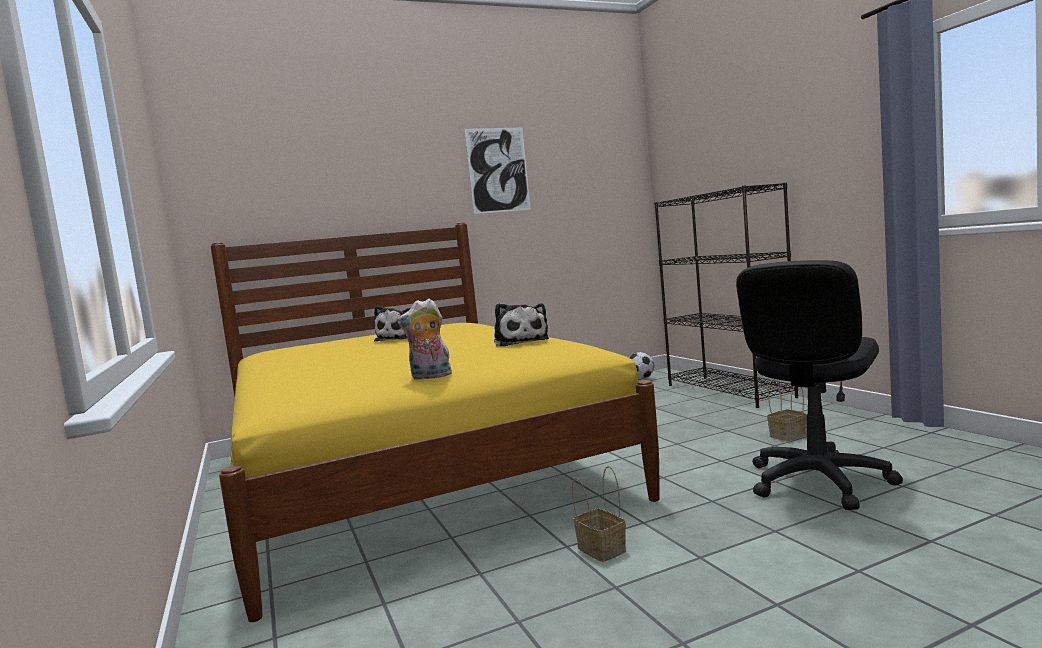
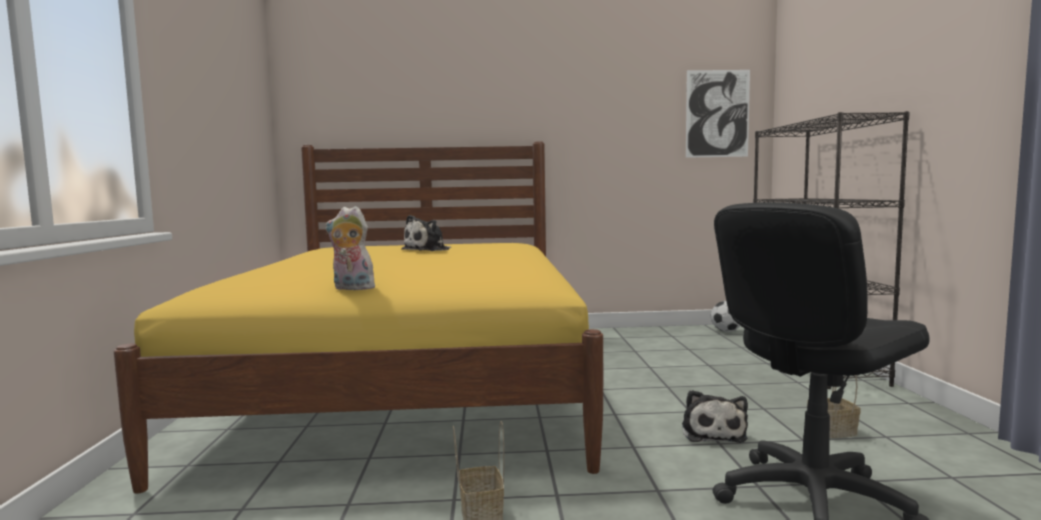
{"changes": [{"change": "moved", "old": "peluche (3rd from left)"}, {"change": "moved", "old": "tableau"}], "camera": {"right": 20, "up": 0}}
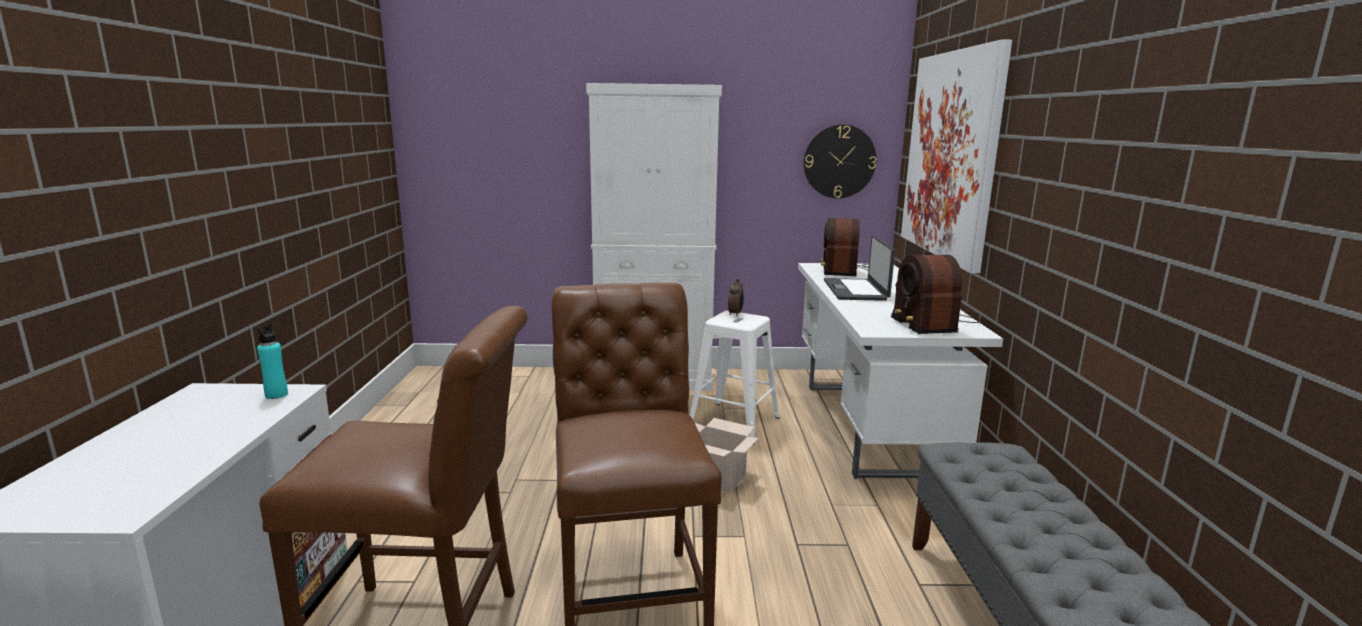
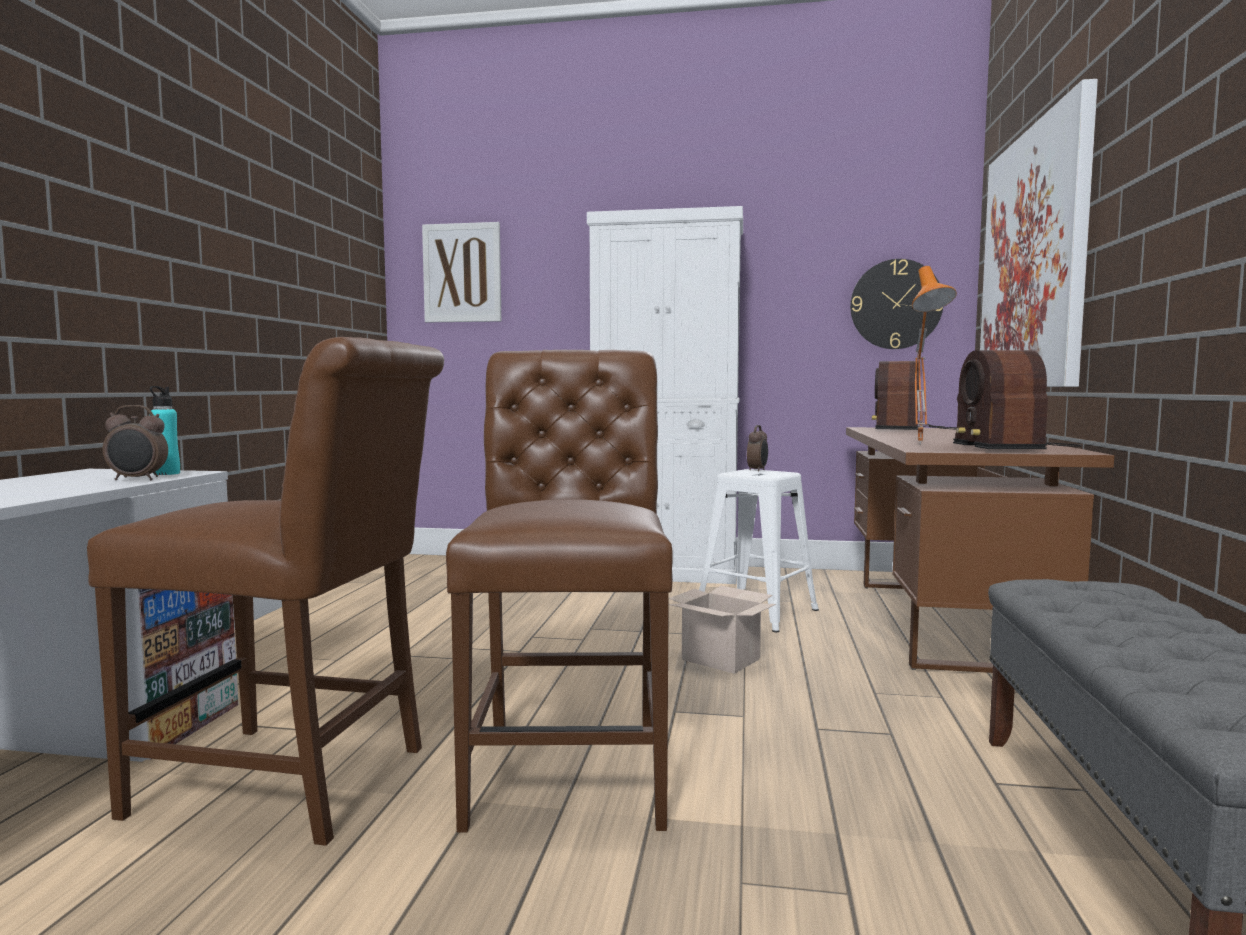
{"changes": [{"change": "added", "new": "réveil (1st from left)"}, {"change": "added", "new": "tableau (1st from left)"}, {"change": "recoloured", "old": "bureau (blanc) (2nd from left)", "new": "bureau (marron)"}, {"change": "added", "new": "lampe de table (orange)"}, {"change": "removed", "old": "ordinateur portable"}], "camera": {"right": 10, "up": -10}}
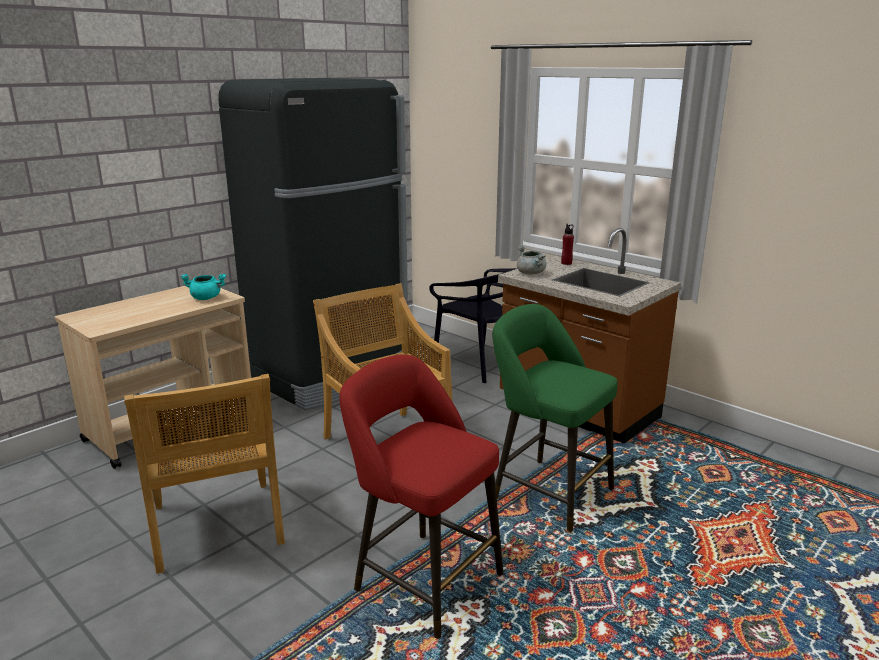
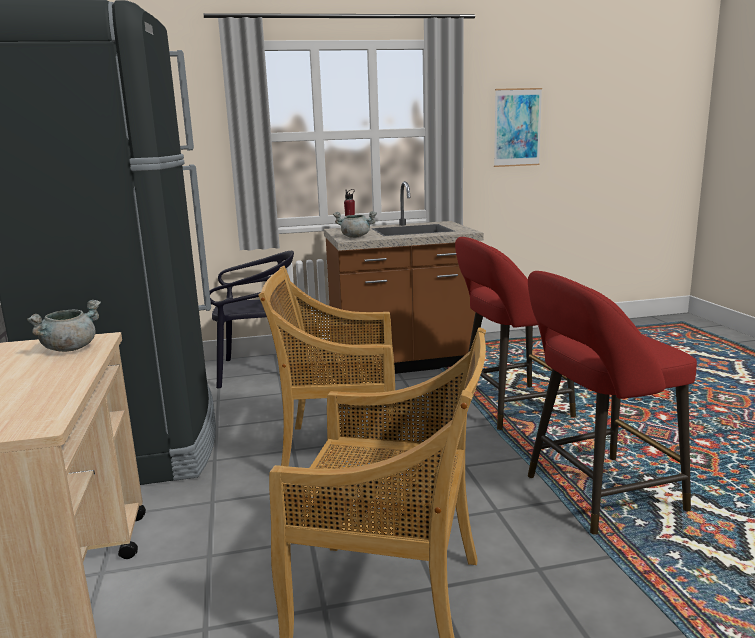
{"changes": [{"change": "recoloured", "old": "marmite (turquoise)", "new": "marmite (gris) (1st from left)"}, {"change": "recoloured", "old": "tabouret (vert)", "new": "tabouret (rouge) (1st from left)"}, {"change": "added", "new": "tableau"}], "camera": {"right": -55, "up": -5}}
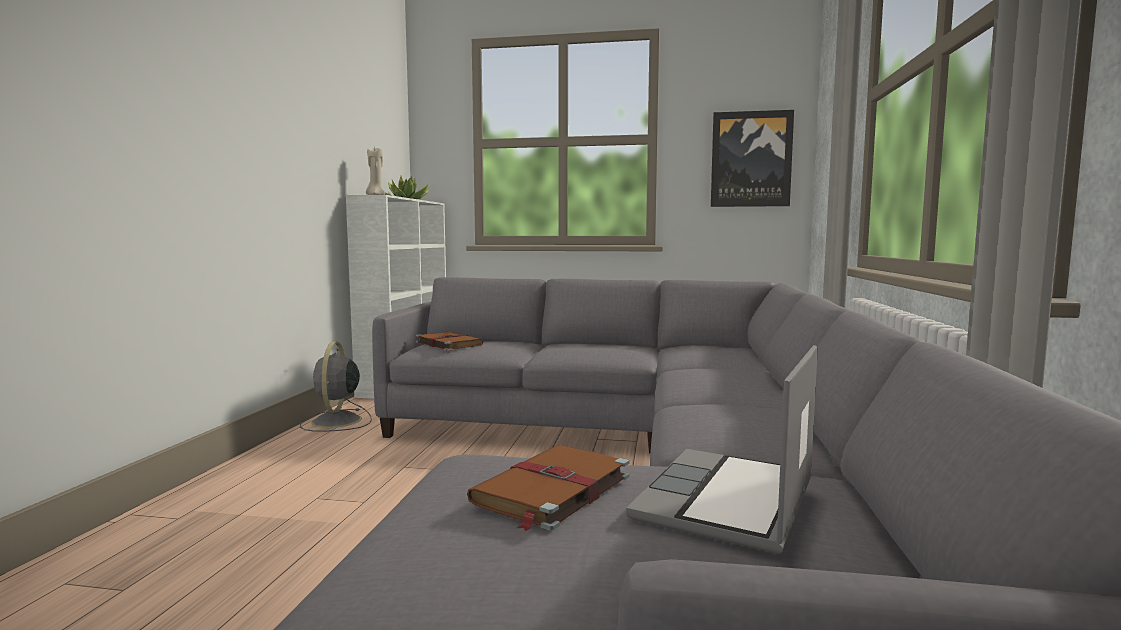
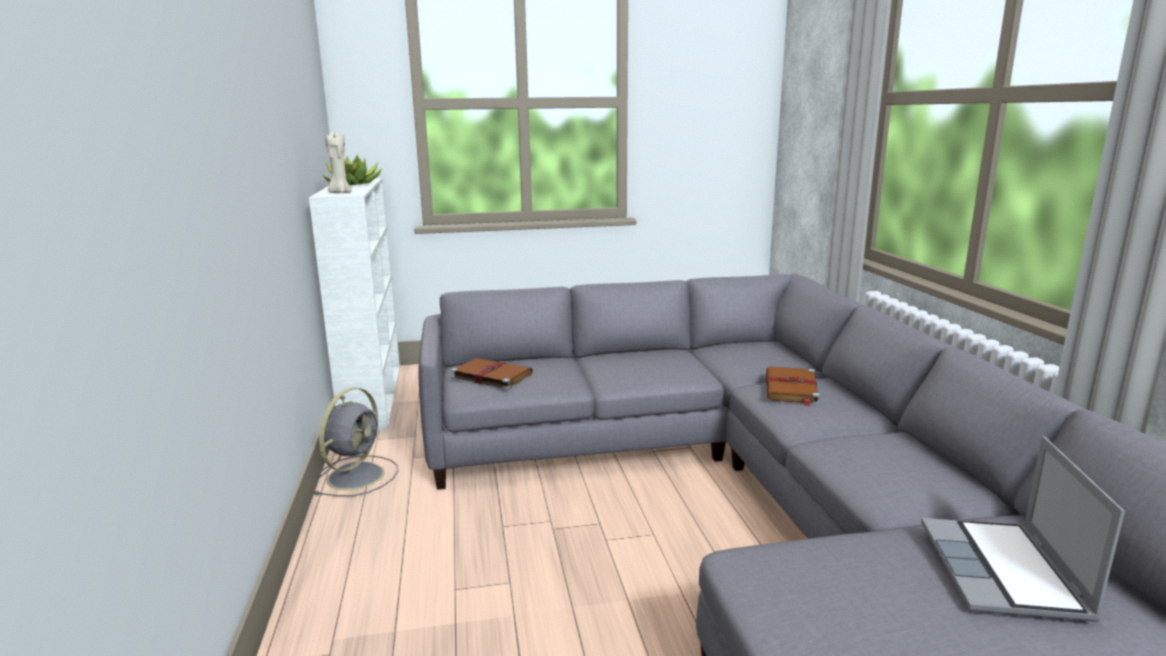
{"changes": [{"change": "turned", "old": "ventilateur (gris)", "degrees": -135}, {"change": "moved", "old": "livre (marron) (2nd from left)"}, {"change": "removed", "old": "tableau"}], "camera": {"right": -20, "up": 10}}
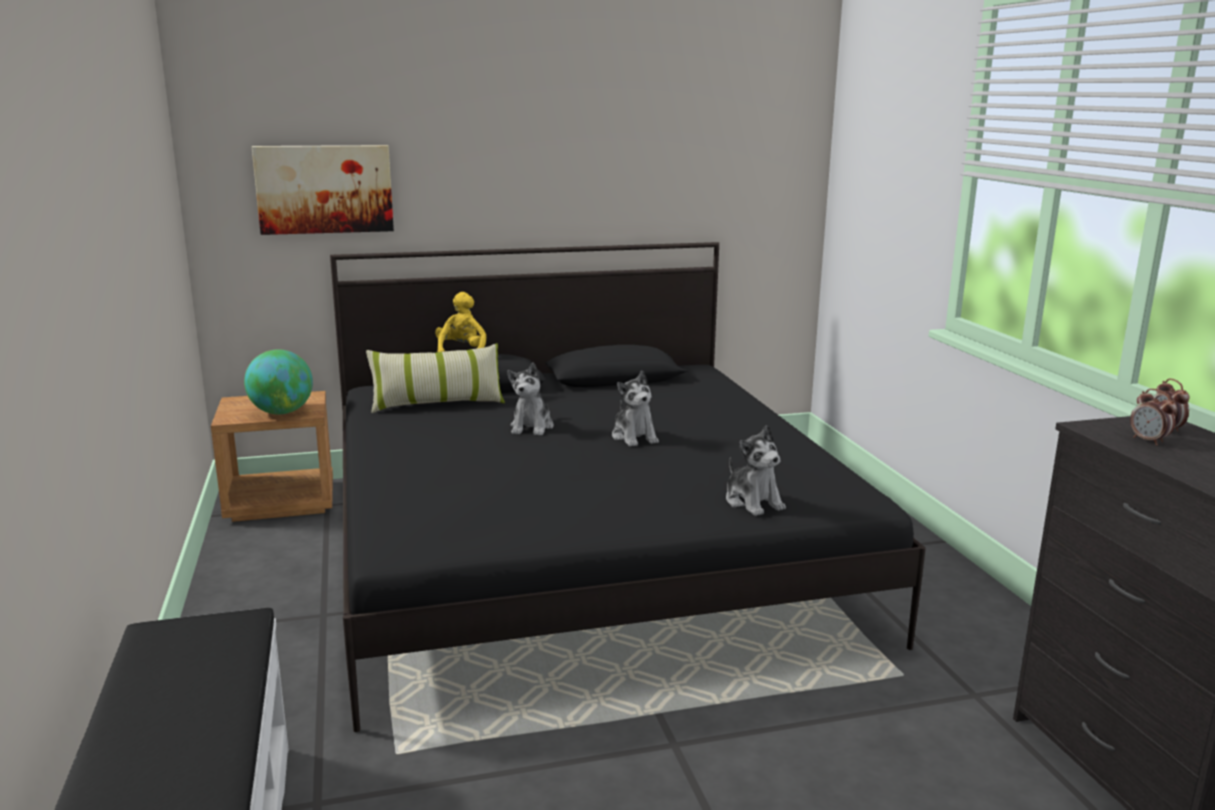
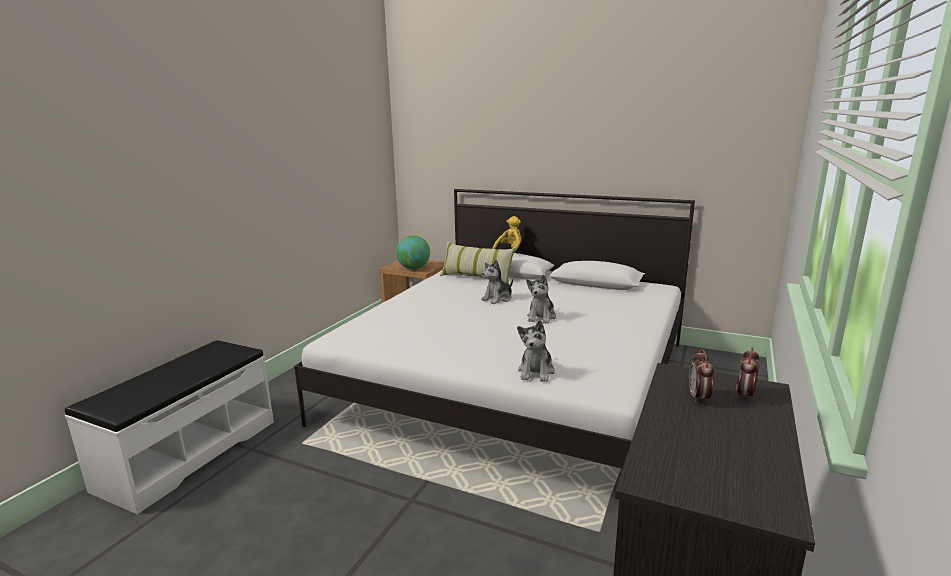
{"changes": [{"change": "recoloured", "old": "lit (noir)", "new": "lit (blanc)"}, {"change": "removed", "old": "tableau"}], "camera": {"right": 40, "up": 0}}
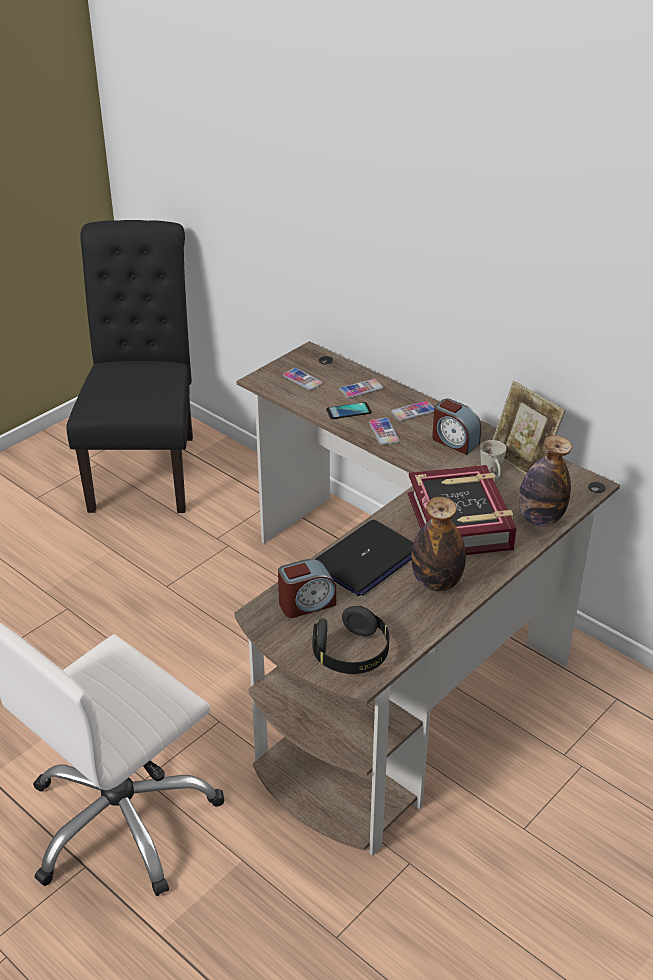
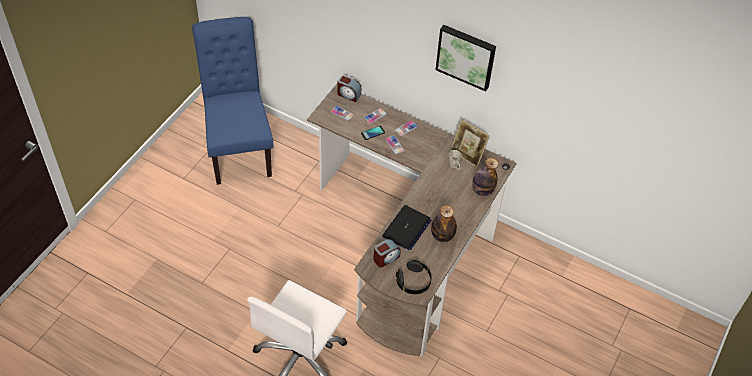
{"changes": [{"change": "recoloured", "old": "chaise (noir)", "new": "chaise (bleu)"}, {"change": "moved", "old": "réveil (2nd from left in the first image)", "new": "réveil (1st from left)"}, {"change": "added", "new": "tableau"}, {"change": "removed", "old": "livre"}], "camera": {"right": -15, "up": 15}}
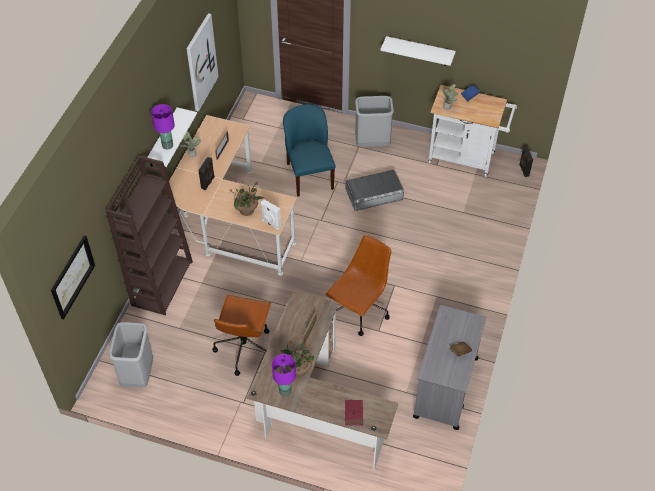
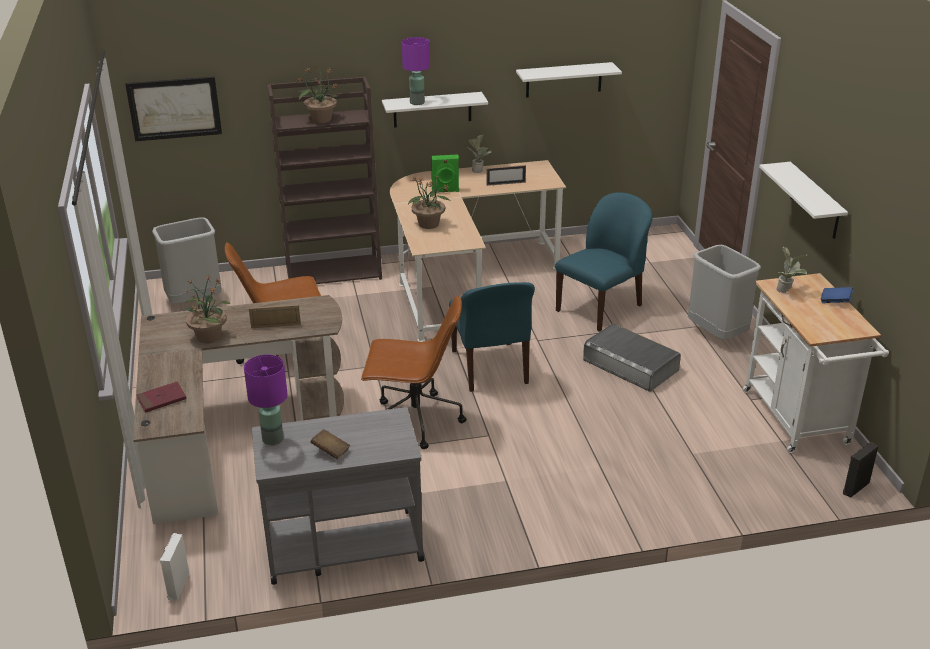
{"changes": [{"change": "moved", "old": "enceinte (blanc)"}, {"change": "moved", "old": "lampe de table (violet) (2nd from left in the first image)", "new": "lampe de table (violet) (1st from left)"}, {"change": "added", "new": "plante en pot (2nd from left)"}, {"change": "recoloured", "old": "enceinte (noir) (1st from left)", "new": "enceinte (vert)"}, {"change": "added", "new": "chaise (bleu) (1st from left)"}, {"change": "replaced", "old": "tableau (2nd from left)", "new": "étagère (blanc) (2nd from left)"}], "camera": {"right": 60, "up": -20}}
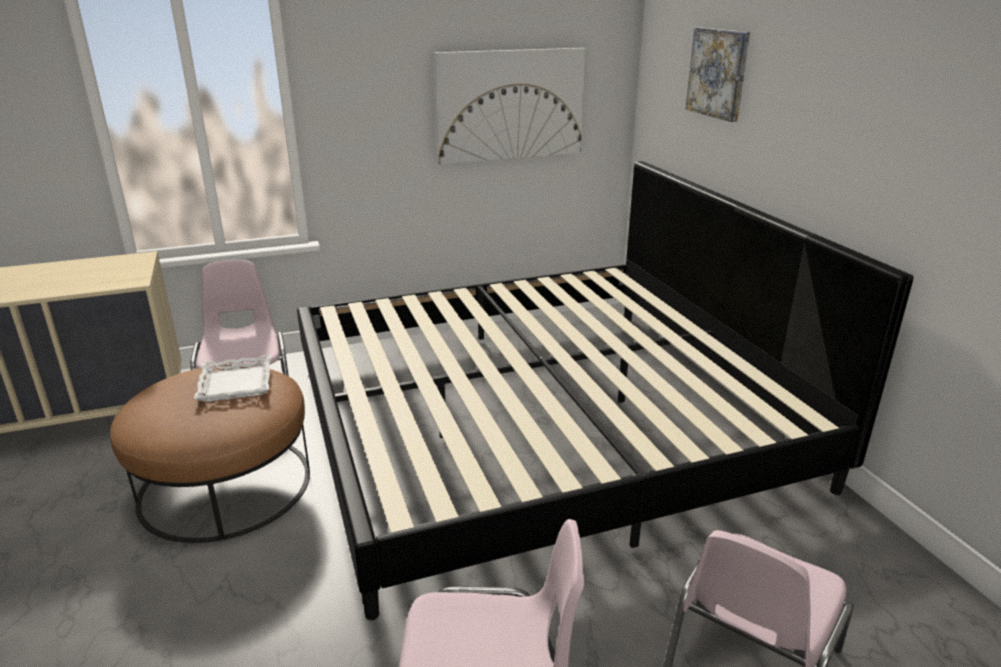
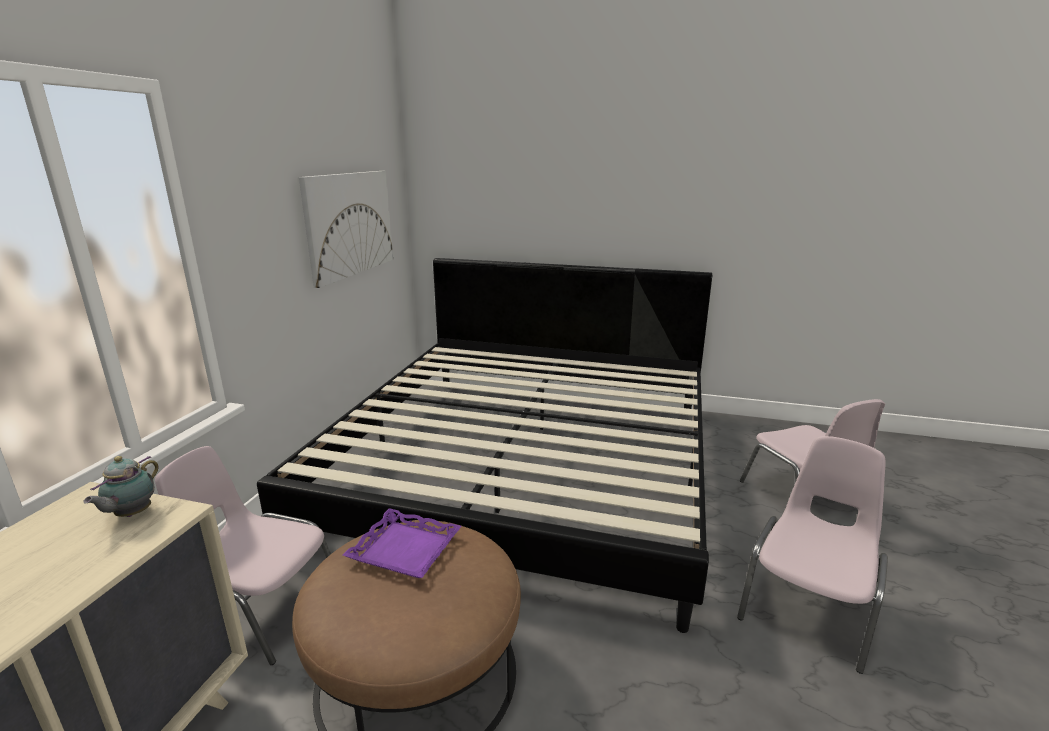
{"changes": [{"change": "added", "new": "théière"}, {"change": "recoloured", "old": "plateau (blanc)", "new": "plateau (violet)"}, {"change": "removed", "old": "tableau (2nd from left)"}], "camera": {"right": -55, "up": -5}}
